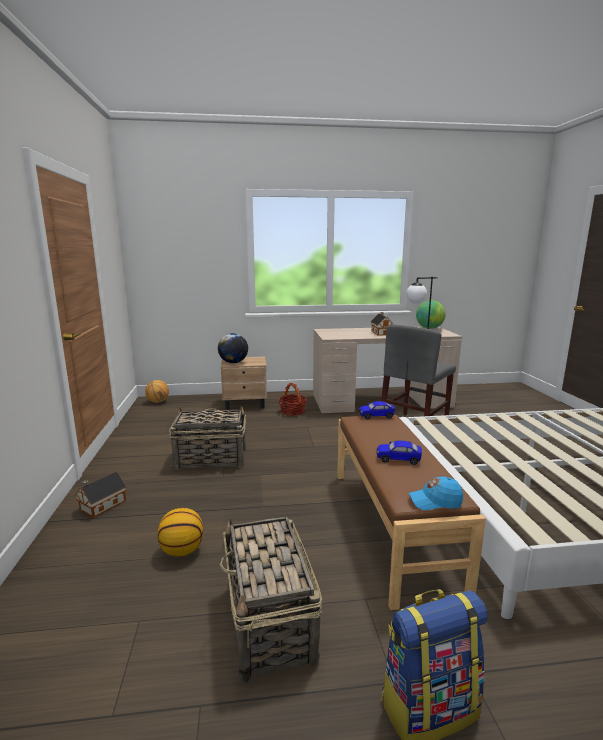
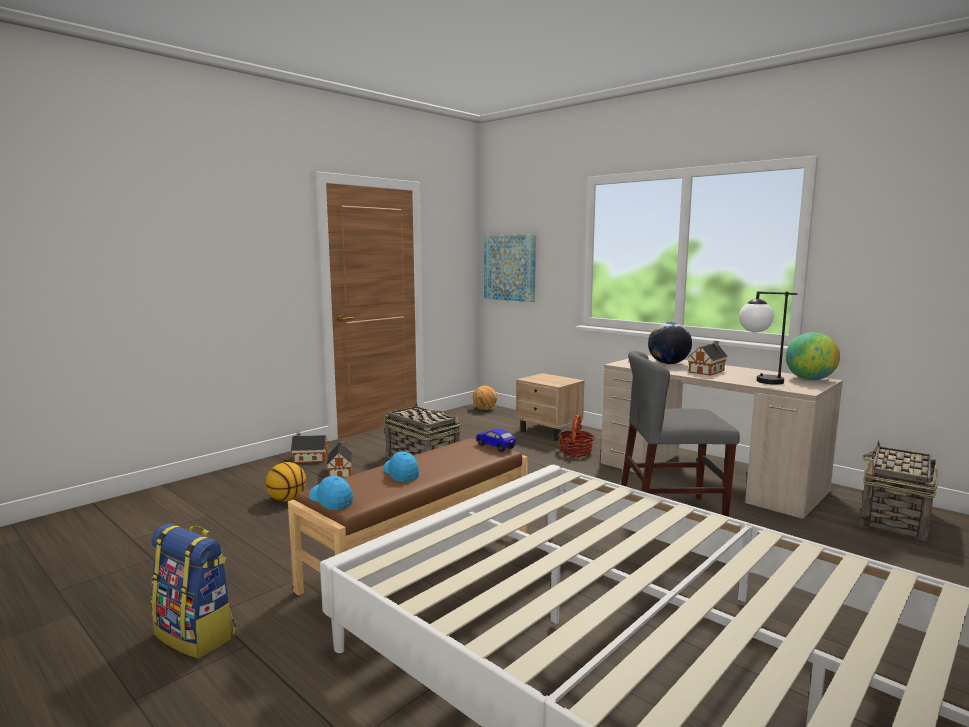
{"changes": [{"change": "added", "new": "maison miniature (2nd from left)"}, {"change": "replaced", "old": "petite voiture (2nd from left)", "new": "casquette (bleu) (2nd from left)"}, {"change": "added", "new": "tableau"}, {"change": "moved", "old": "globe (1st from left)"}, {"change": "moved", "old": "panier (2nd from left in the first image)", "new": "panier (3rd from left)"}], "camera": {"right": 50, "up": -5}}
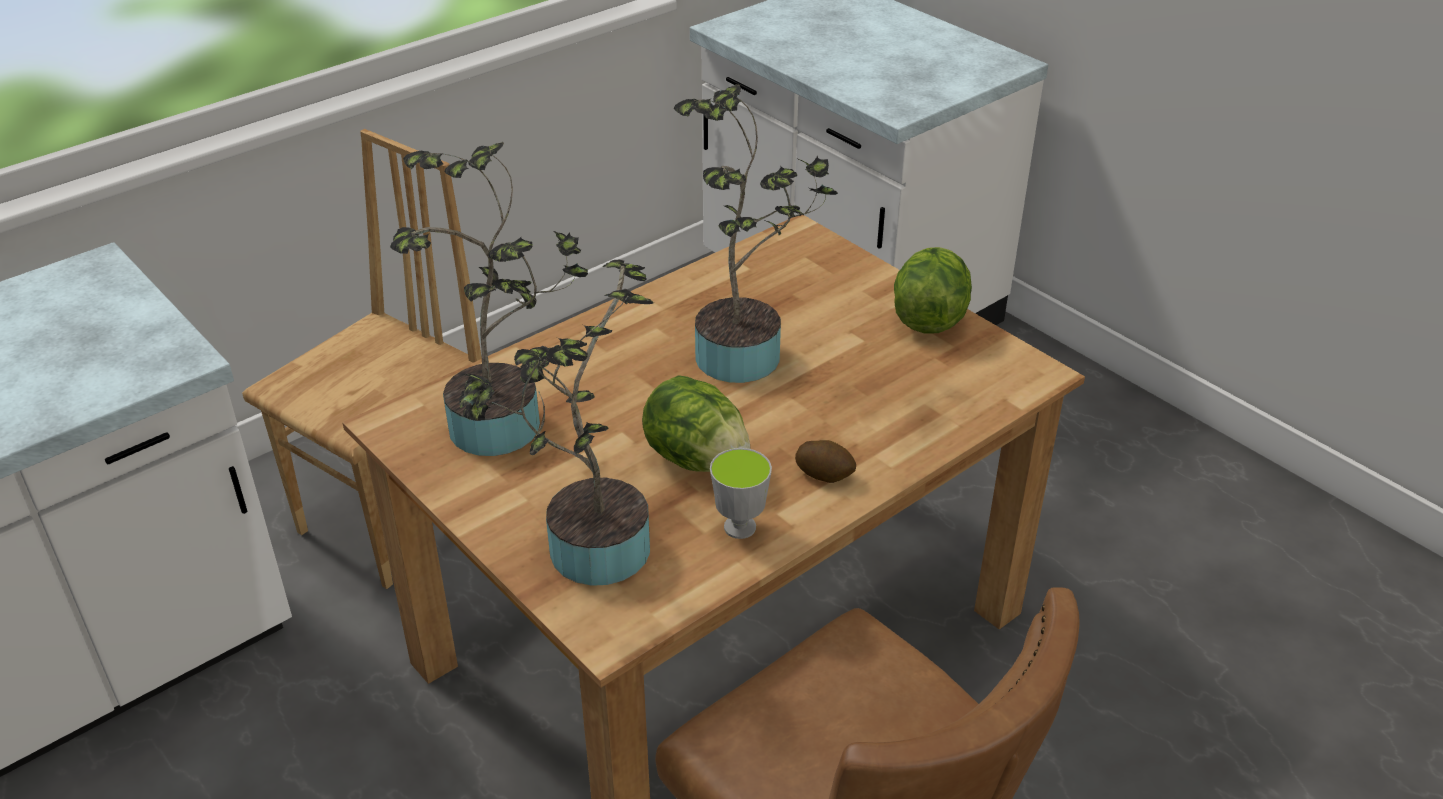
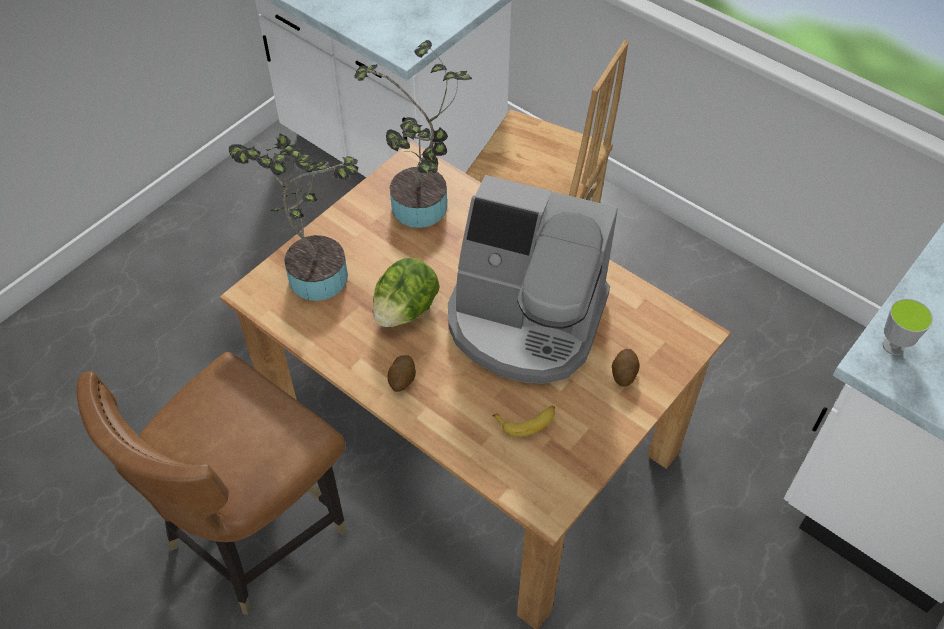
{"changes": [{"change": "replaced", "old": "plante en pot (3rd from left)", "new": "machine à café"}, {"change": "added", "new": "banane"}, {"change": "added", "new": "pomme de terre (2nd from left)"}, {"change": "moved", "old": "tasse"}, {"change": "removed", "old": "laitue (2nd from left)"}], "camera": {"right": 80, "up": 15}}
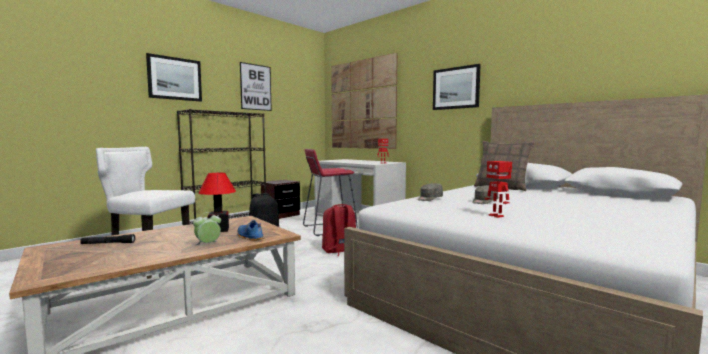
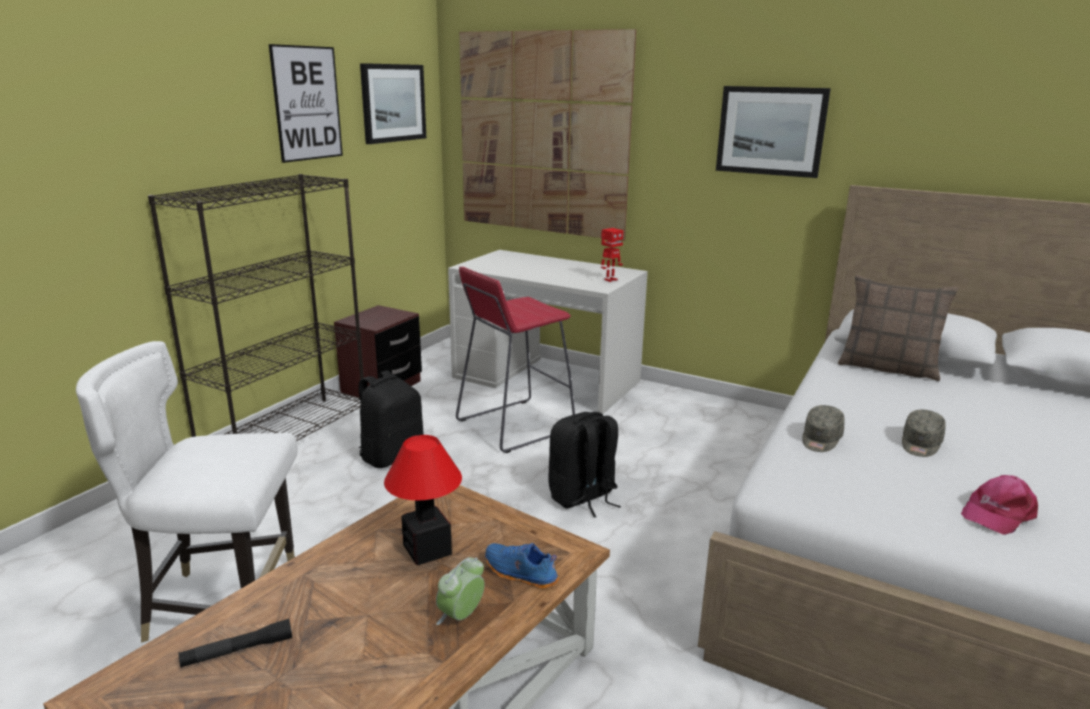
{"changes": [{"change": "moved", "old": "tableau (1st from left in the first image)", "new": "tableau (2nd from left)"}, {"change": "recoloured", "old": "sac à dos (rouge)", "new": "sac à dos (noir) (2nd from left)"}, {"change": "replaced", "old": "robot jouet (2nd from left)", "new": "casquette (rose)"}], "camera": {"right": -15, "up": 15}}
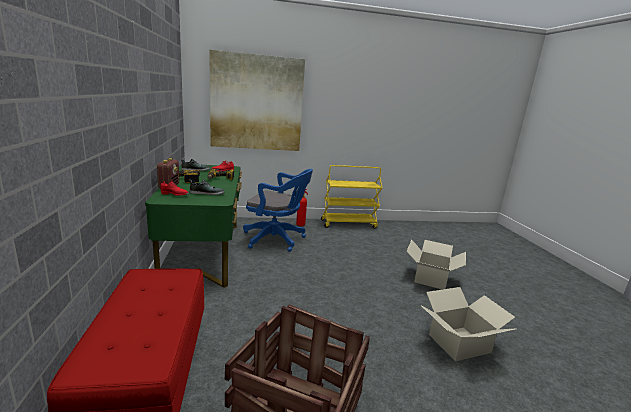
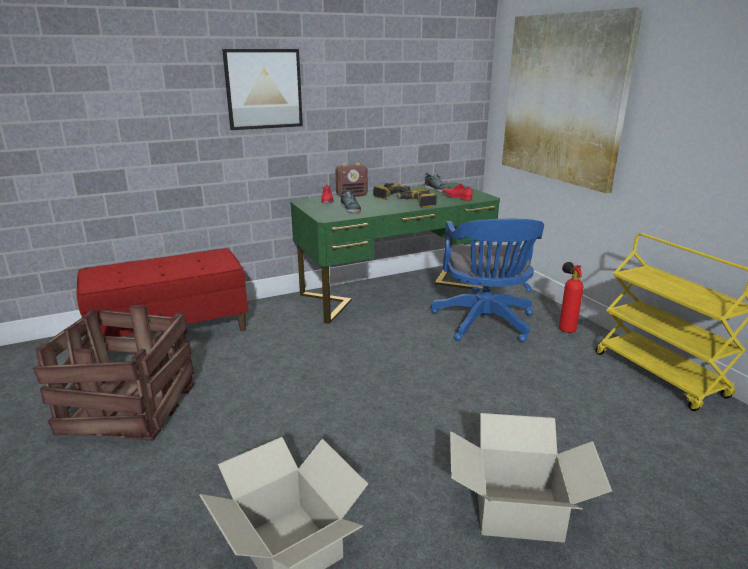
{"changes": [{"change": "added", "new": "tableau (1st from left)"}], "camera": {"right": 75, "up": 5}}
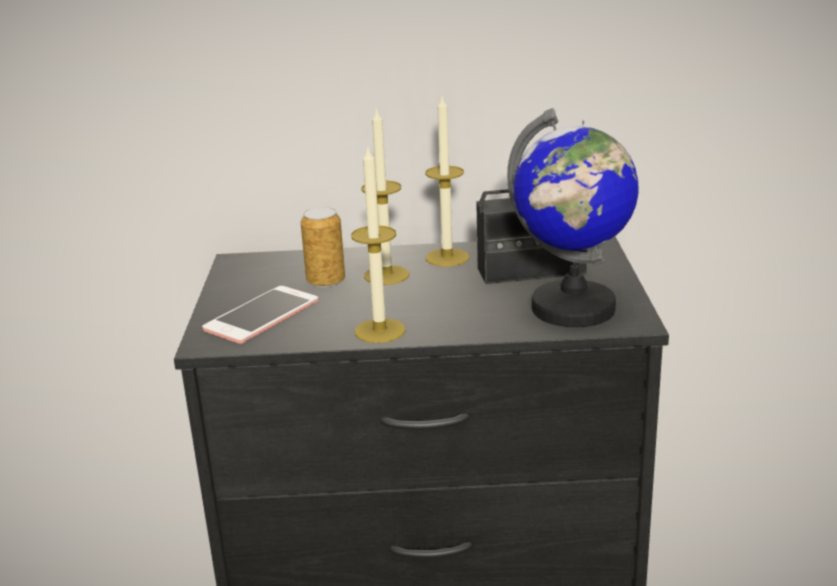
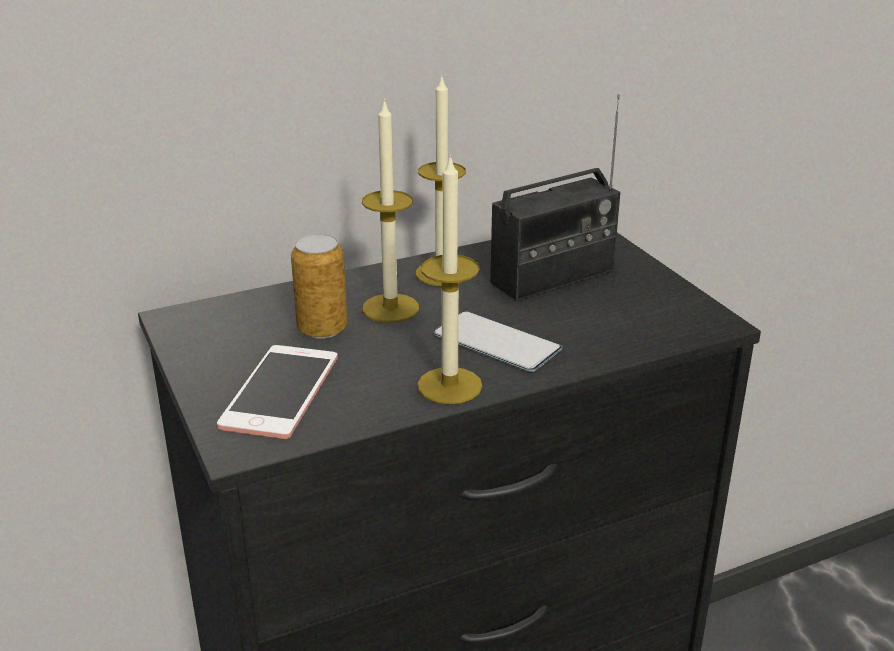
{"changes": [{"change": "added", "new": "téléphone (2nd from left)"}, {"change": "removed", "old": "globe"}], "camera": {"right": -25, "up": 5}}
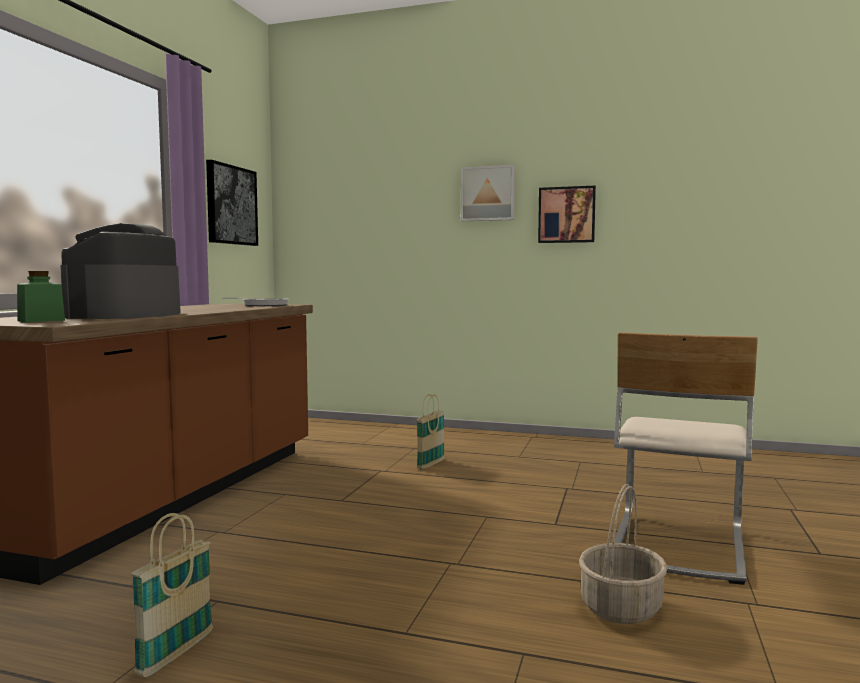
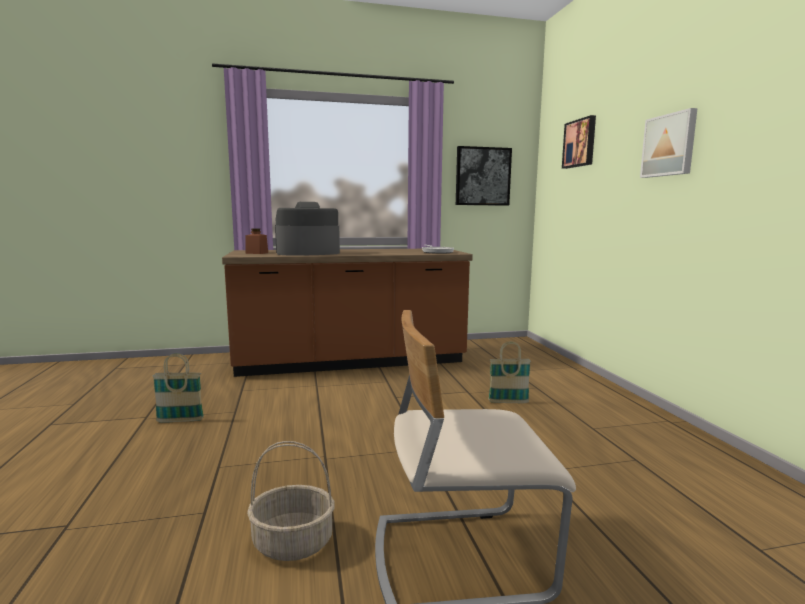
{"changes": [{"change": "recoloured", "old": "bocal (vert)", "new": "bocal (marron)"}, {"change": "moved", "old": "tableau (3rd from left in the first image)", "new": "tableau (2nd from left)"}], "camera": {"right": 60, "up": 5}}
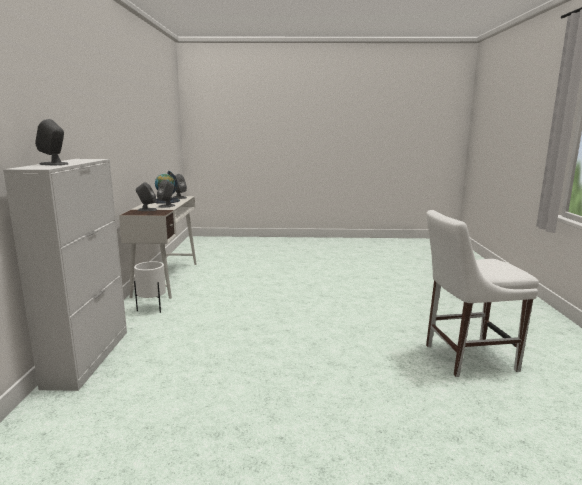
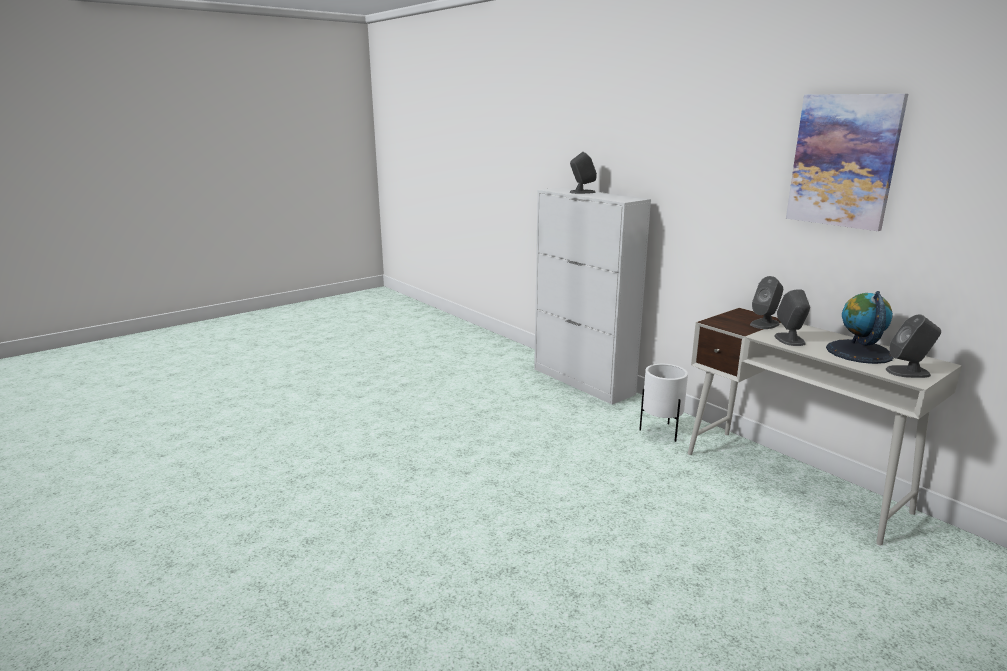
{"changes": [{"change": "added", "new": "tableau"}, {"change": "removed", "old": "chaise (blanc)"}], "camera": {"right": 140, "up": 5}}
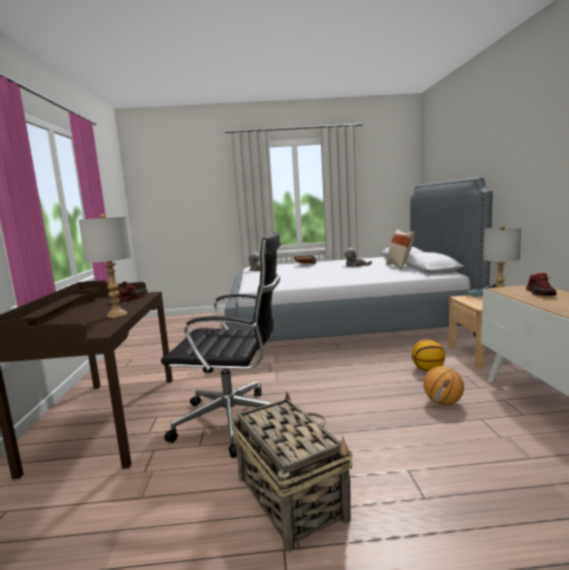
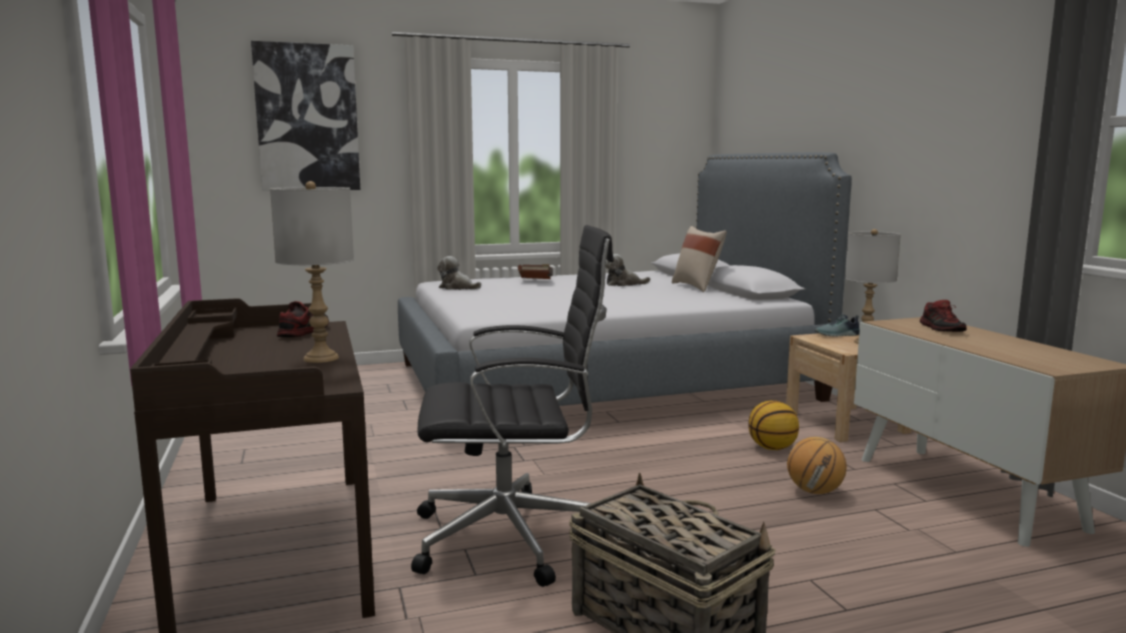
{"changes": [{"change": "added", "new": "tableau"}], "camera": {"right": -15, "up": 0}}
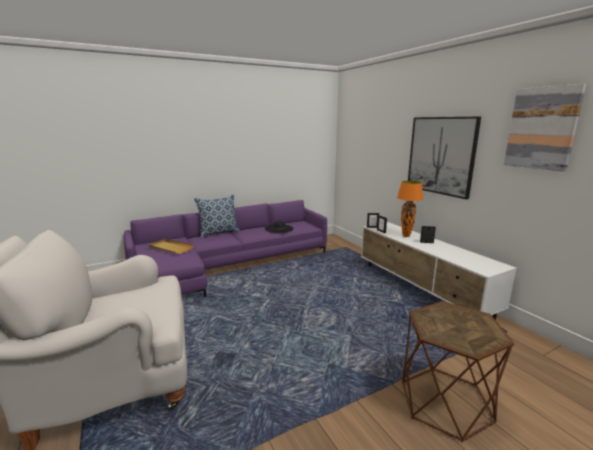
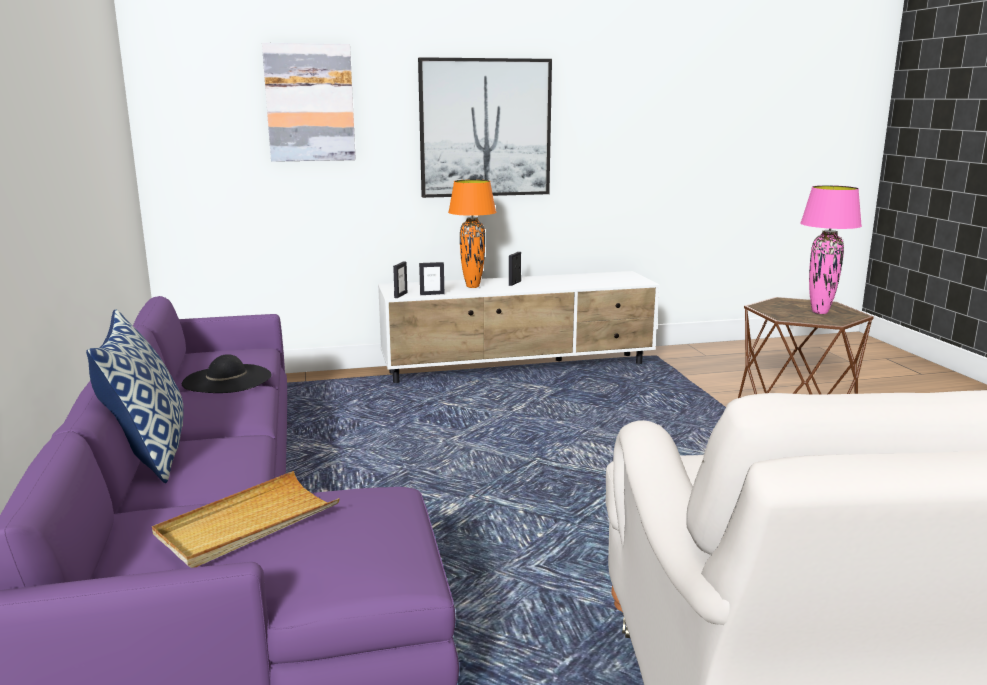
{"changes": [{"change": "moved", "old": "tableau (2nd from left in the first image)", "new": "tableau (1st from left)"}, {"change": "added", "new": "lampe de table (rose)"}], "camera": {"right": -75, "up": 0}}
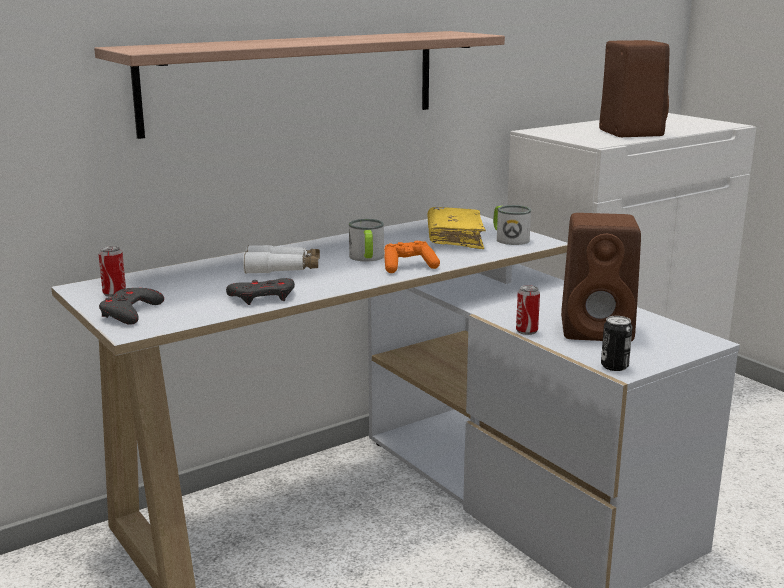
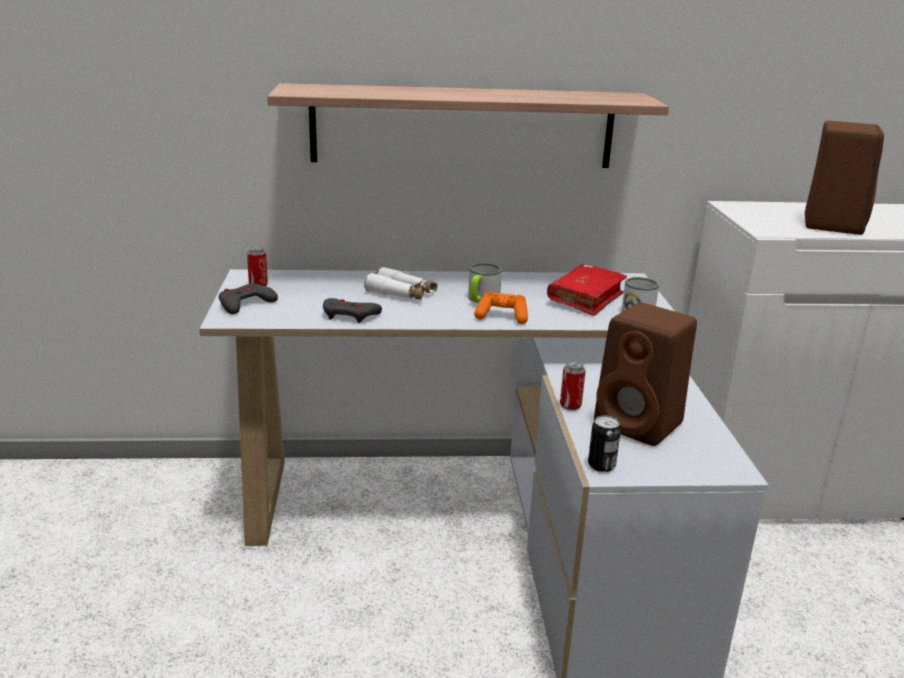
{"changes": [{"change": "recoloured", "old": "livre (jaune)", "new": "livre (rouge)"}], "camera": {"right": 30, "up": 5}}
